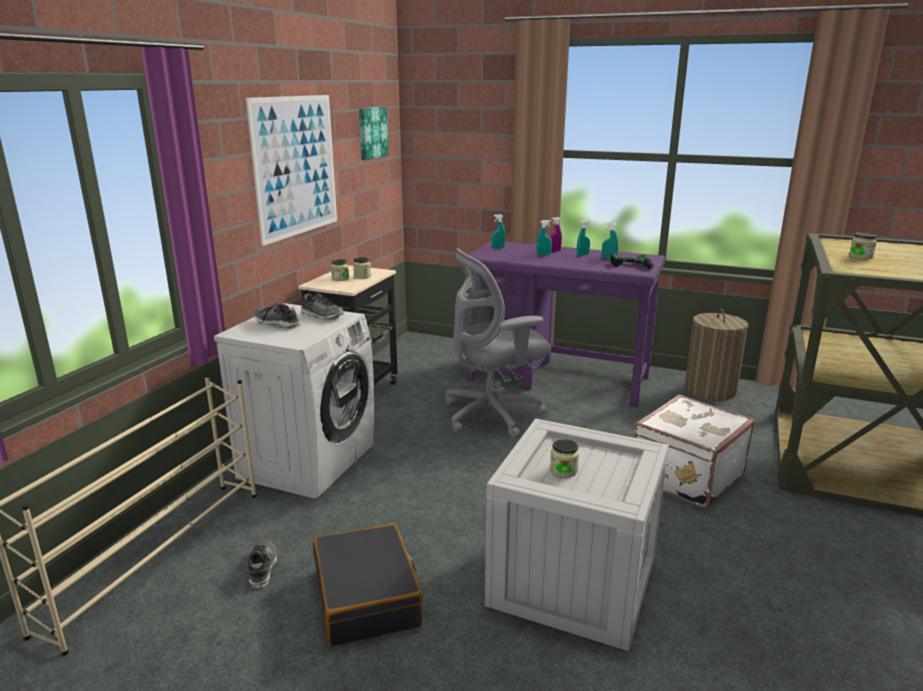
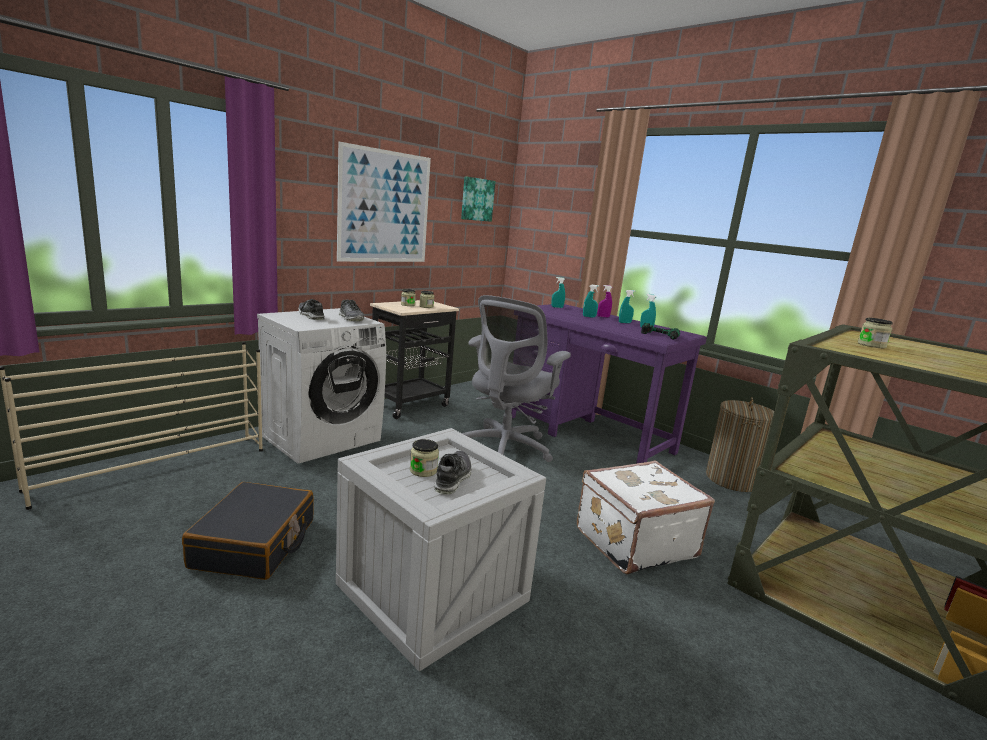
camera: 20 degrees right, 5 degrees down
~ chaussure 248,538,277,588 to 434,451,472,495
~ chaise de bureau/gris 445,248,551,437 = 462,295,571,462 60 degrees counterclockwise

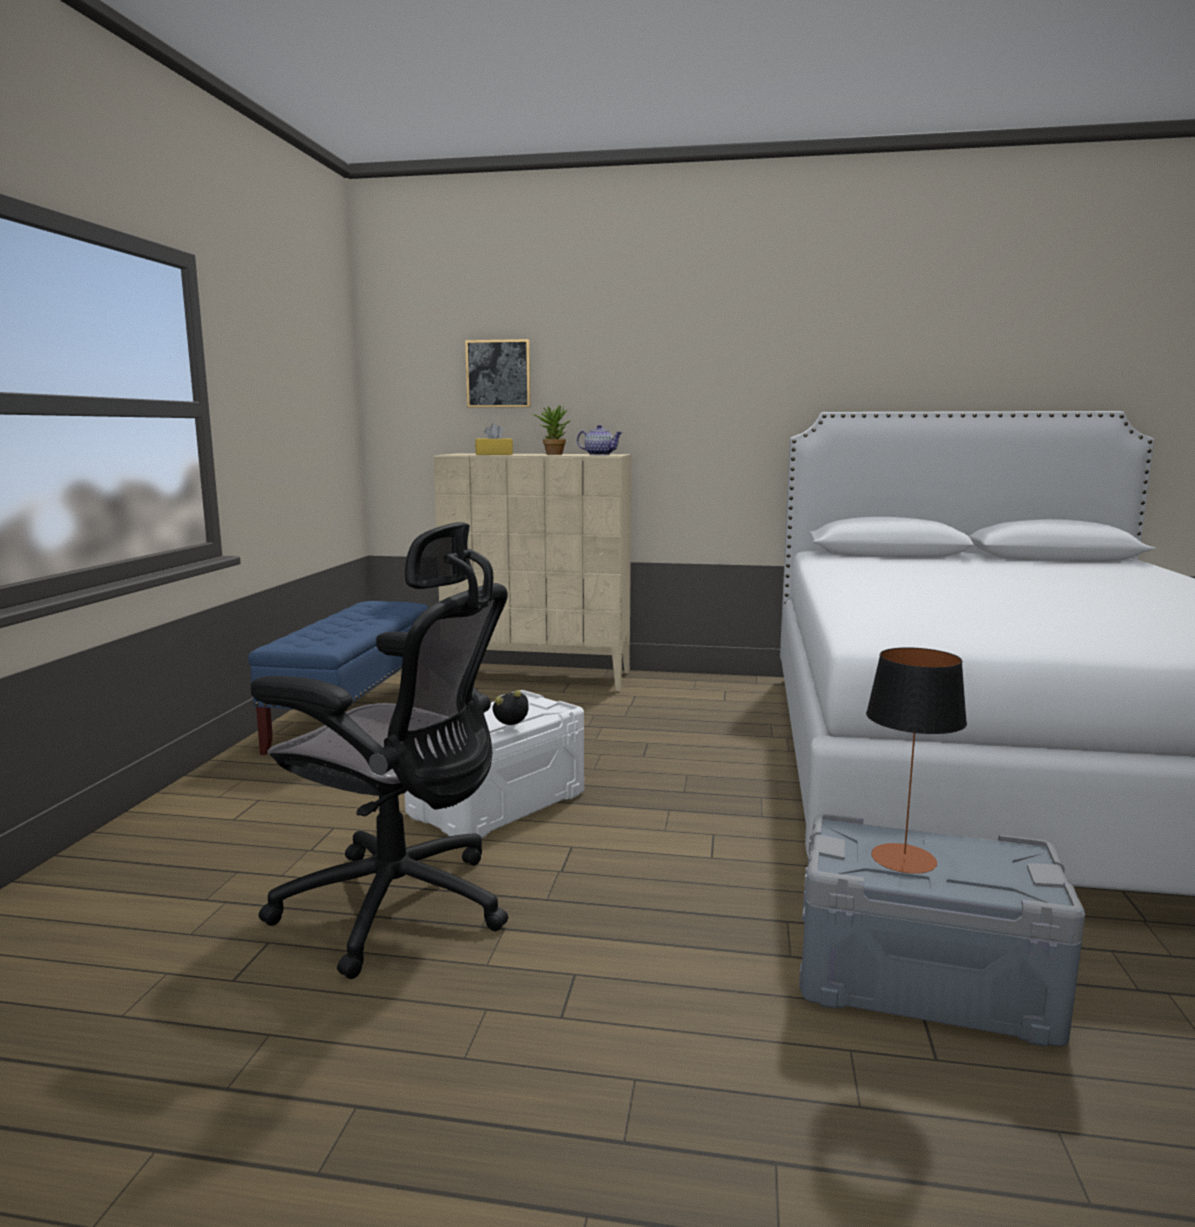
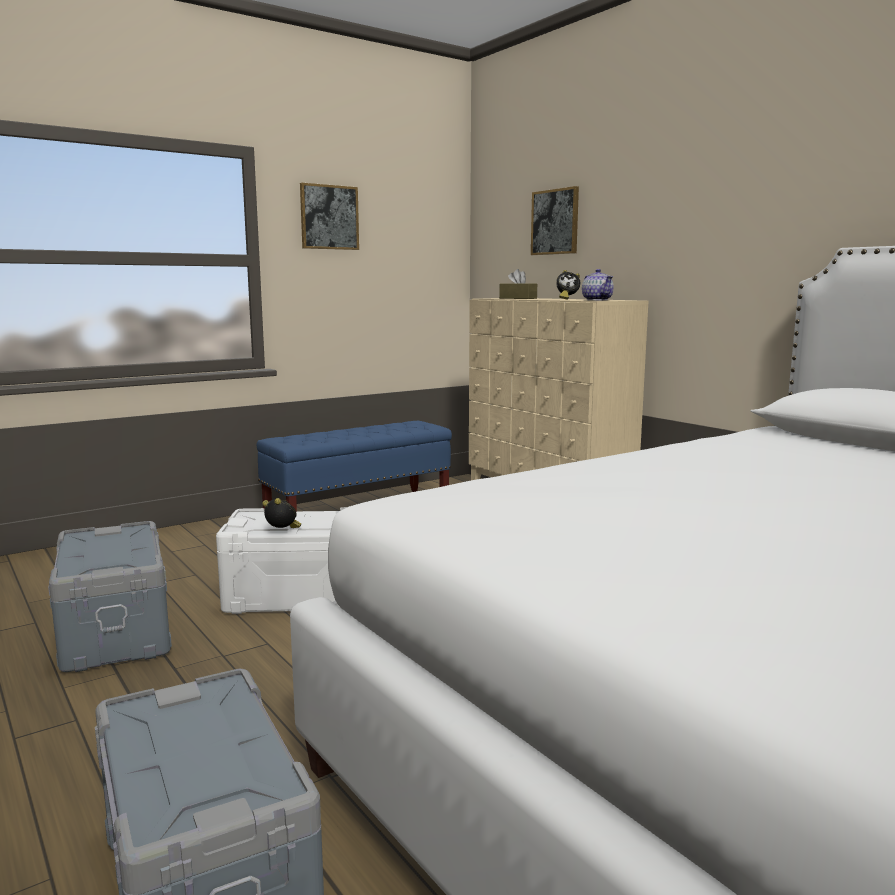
camera: 45 degrees right, 0 degrees up
~ chaise de bureau 251,522,508,979 to boîte de rangement/gris 48,521,172,672
+ tableau 300,183,359,250
~ boîte à mouchoirs/jaune 475,423,513,455 to boîte à mouchoirs/marron 499,269,537,299
~ plante en pot 533,405,571,455 to réveil 556,270,580,300
- lampe de table 866,647,967,874

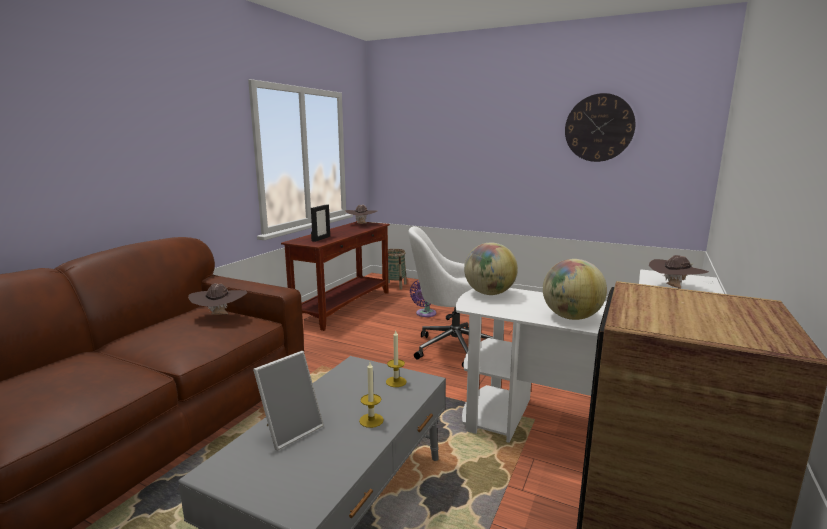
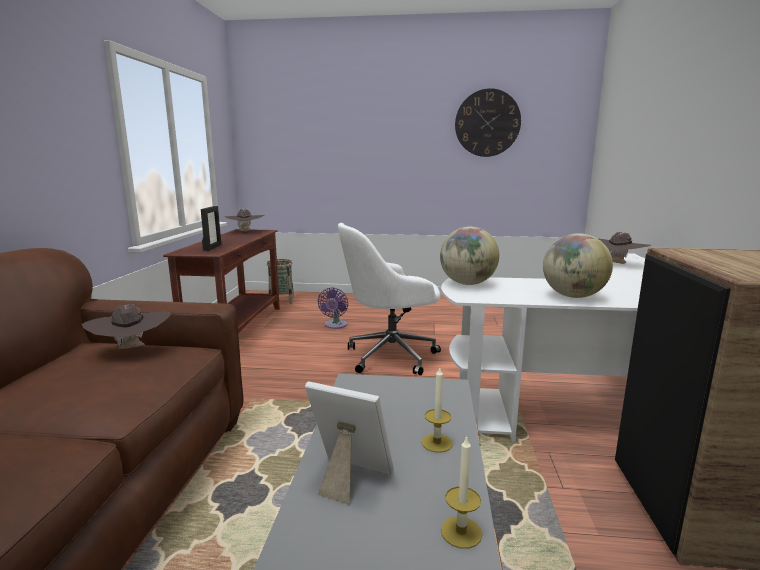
camera: 20 degrees left, 0 degrees up
~ cadre photo 253,351,324,451 = 305,381,394,505 90 degrees counterclockwise
~ bougie 386,331,407,387 to 441,435,482,549

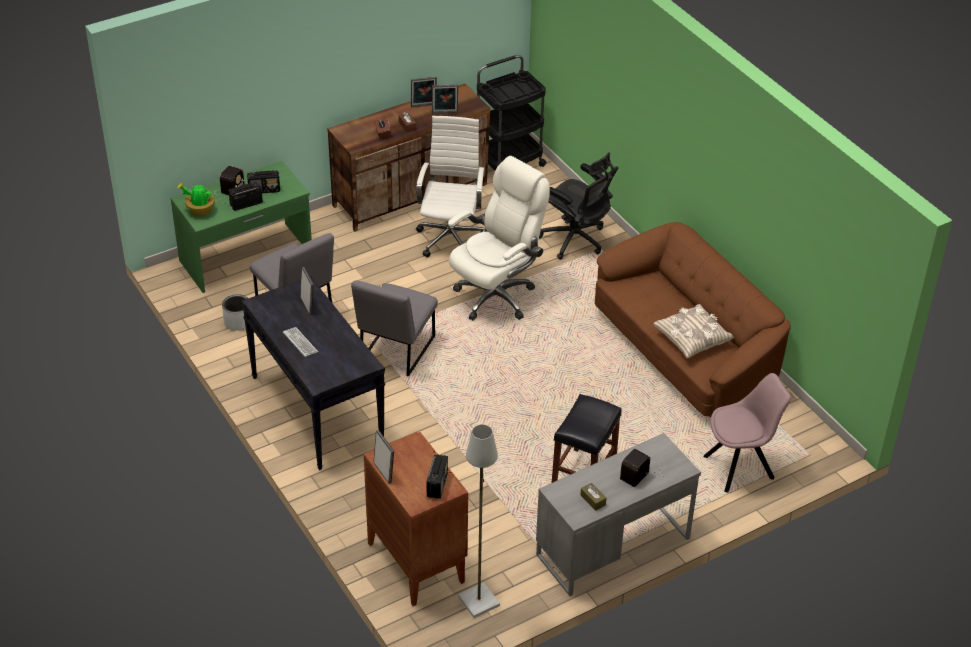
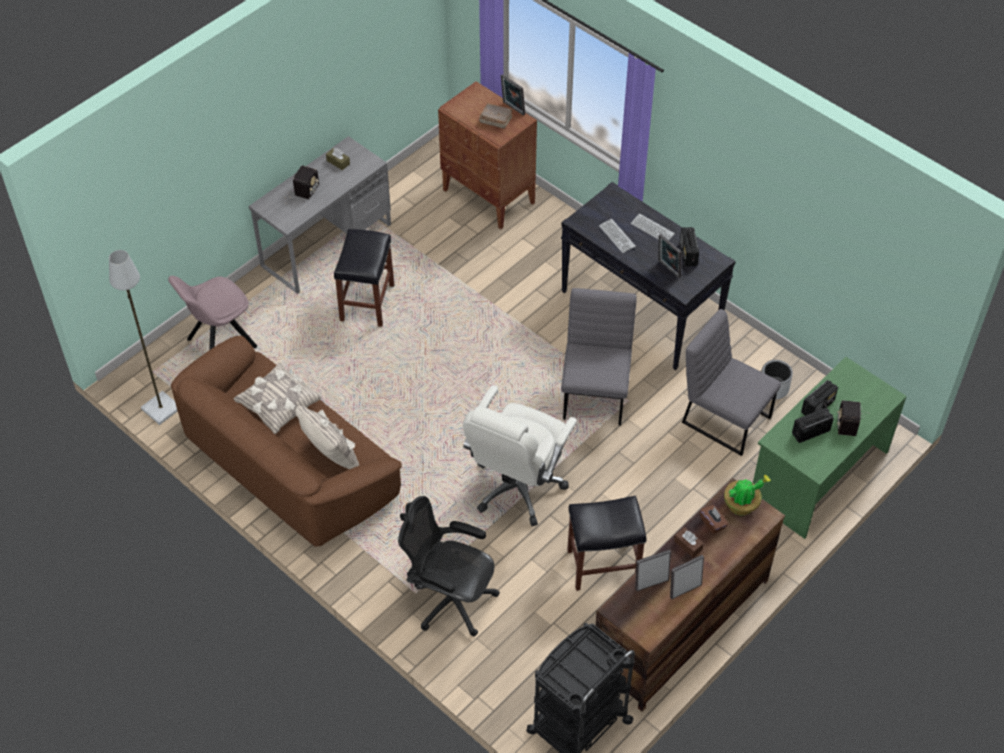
camera: 165 degrees right, 10 degrees up
~ lampadaire/gris 458,424,500,618 to 109,250,178,425
+ coussin/beige 295,406,359,469
+ livre/marron 479,103,513,129
~ chaise de bureau/blanc 416,116,484,258 to tabouret/noir 567,496,646,591
+ clavier 599,219,636,253
~ radio 427,454,448,499 to 680,227,699,267
~ plante en pot 177,183,215,217 to 724,475,770,515

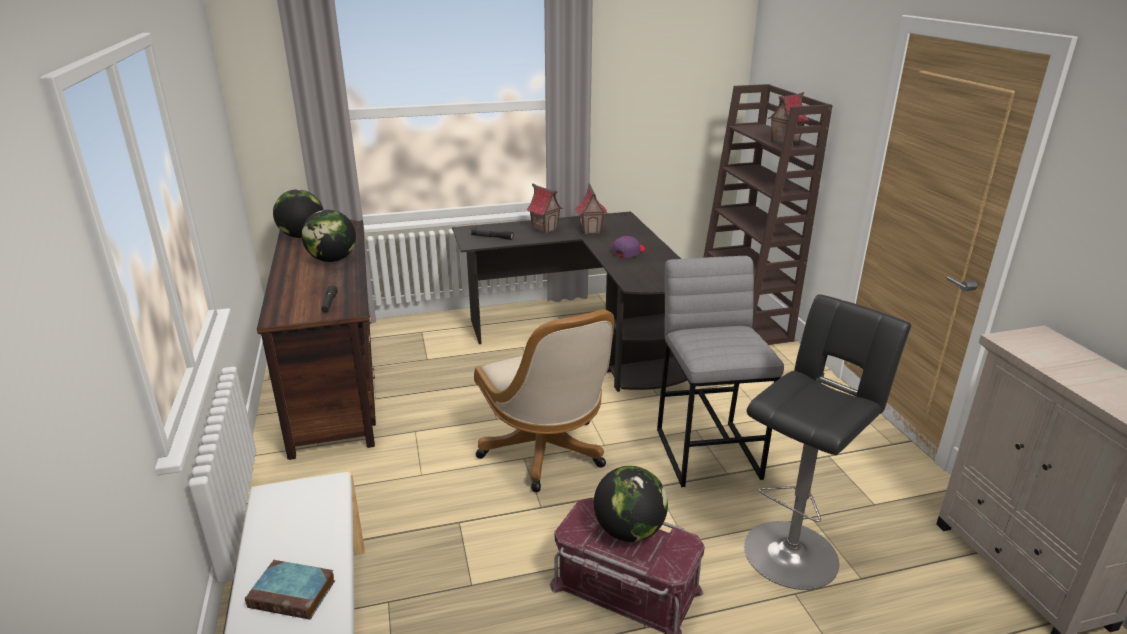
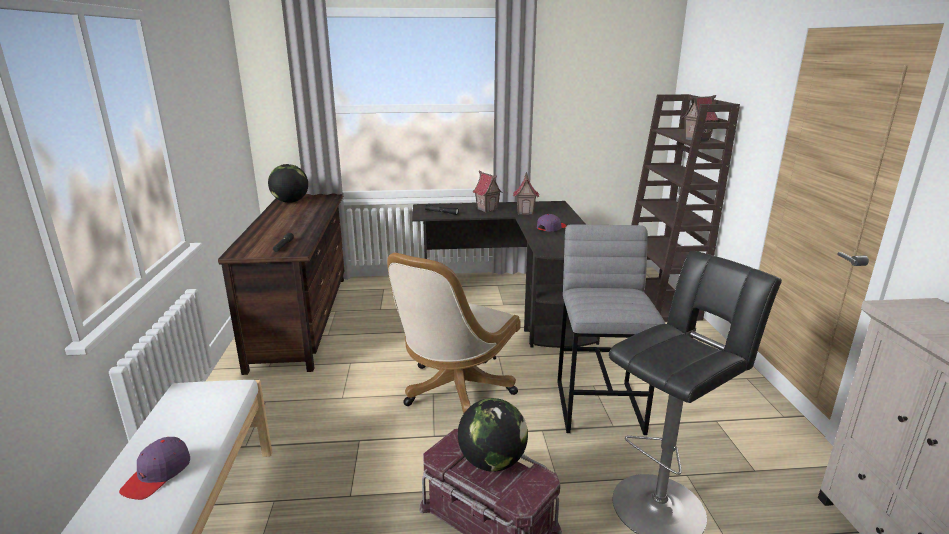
camera: 10 degrees right, 5 degrees down
~ livre 245,560,335,620 to casquette/violet 119,437,190,500
~ chaise de bureau 474,309,614,492 = 387,253,521,413 45 degrees clockwise
- globe 301,210,356,262

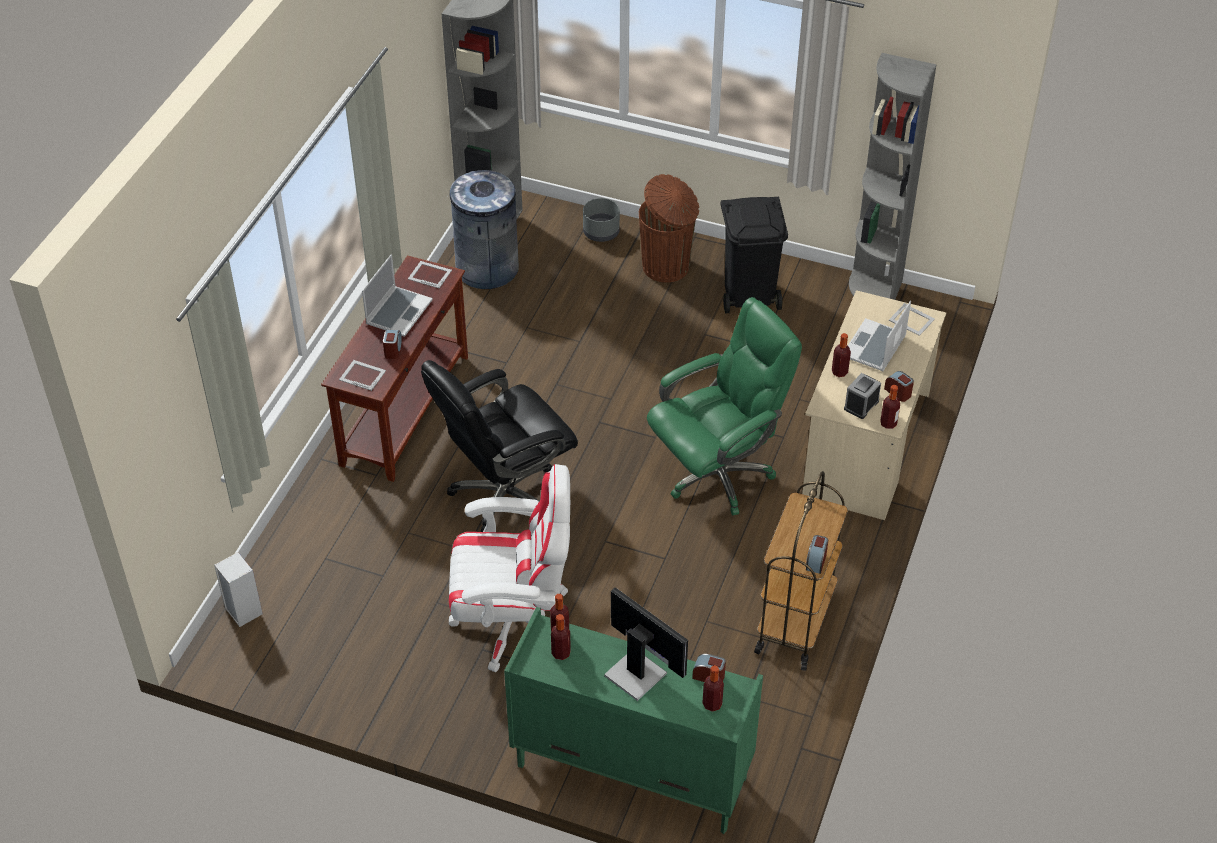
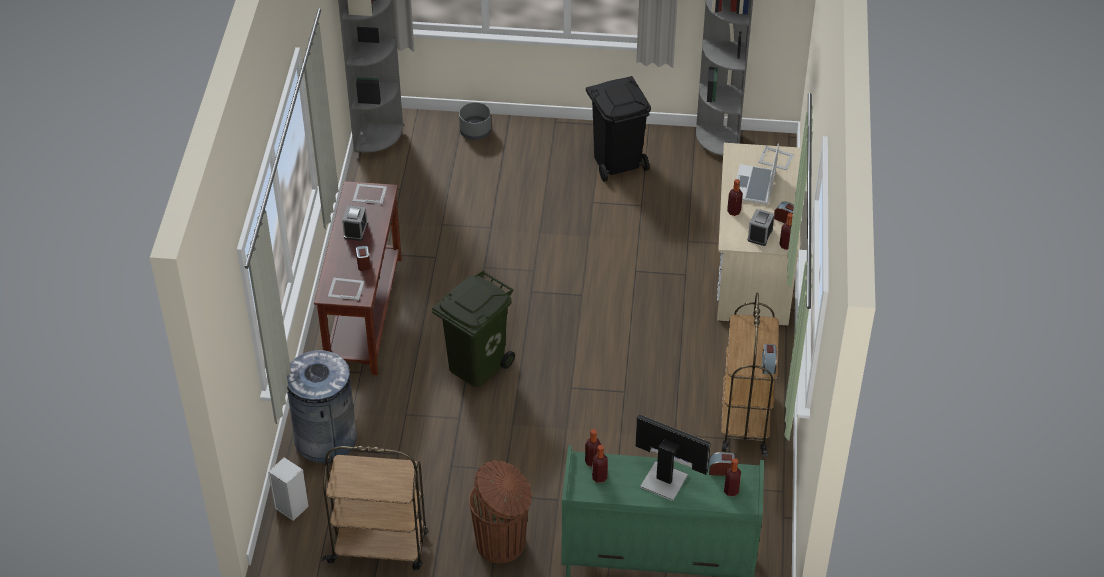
camera: 15 degrees left, 0 degrees up
~ poubelle/gris 447,170,519,289 to 287,350,357,463
+ chariot/marron 322,446,428,570
~ ordinateur portable 362,254,433,337 to réveil 342,205,368,241
~ chaise de bureau/noir 421,360,578,532 to poubelle/vert 432,271,515,387
~ poubelle/marron 639,174,699,283 to 469,460,532,563
- chaise de bureau/blanc 449,464,570,672
- chaise de bureau/vert 647,297,802,515

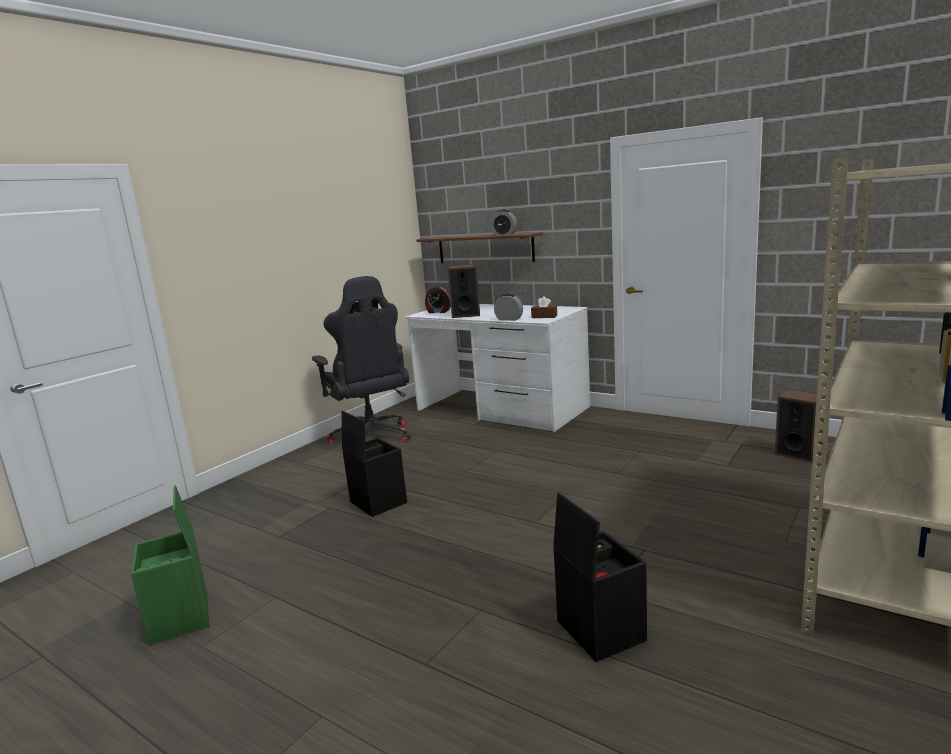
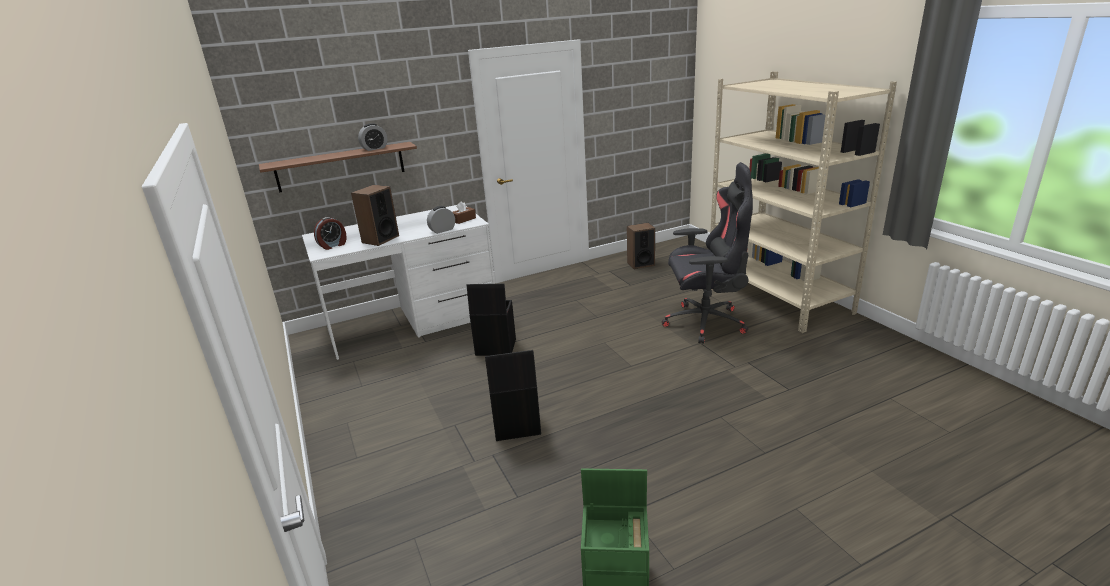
camera: 60 degrees left, 10 degrees up
~ boîte de rangement/noir 553,492,647,662 to 466,284,516,356
~ chaise de bureau/noir 312,276,411,444 to 662,162,753,344

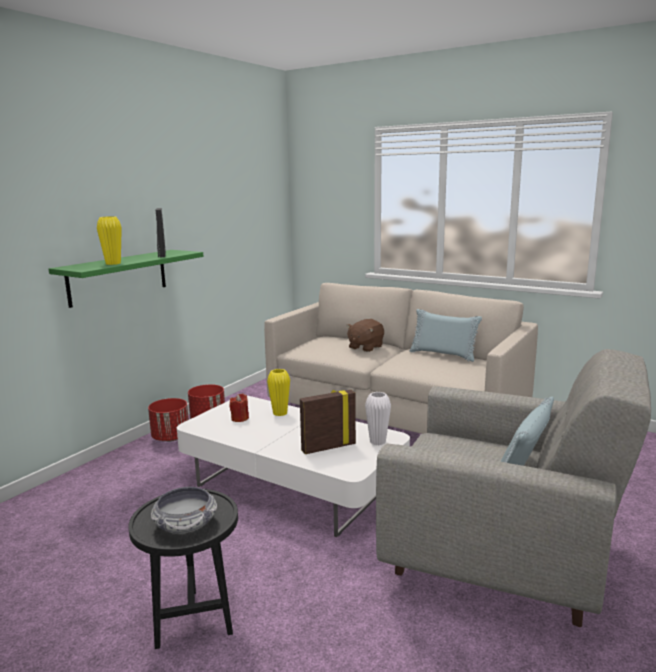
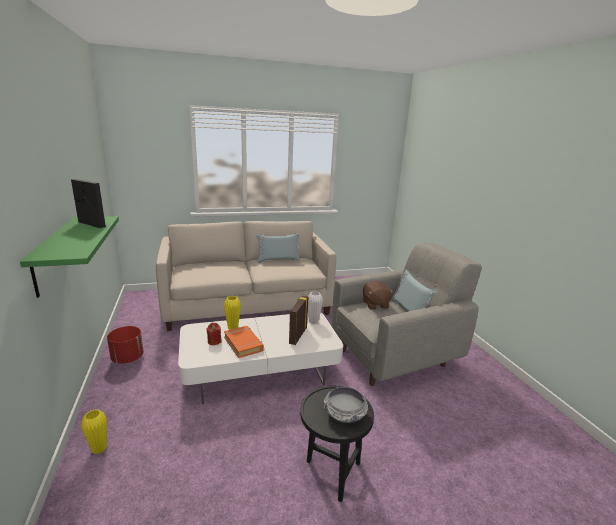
camera: 50 degrees left, 5 degrees up
~ vase/jaune 97,216,122,265 to 81,409,107,454
+ livre/orange 224,326,263,358
~ peluche/marron 346,319,384,352 to 363,281,394,310
- cache-pot/rouge 148,398,189,442

